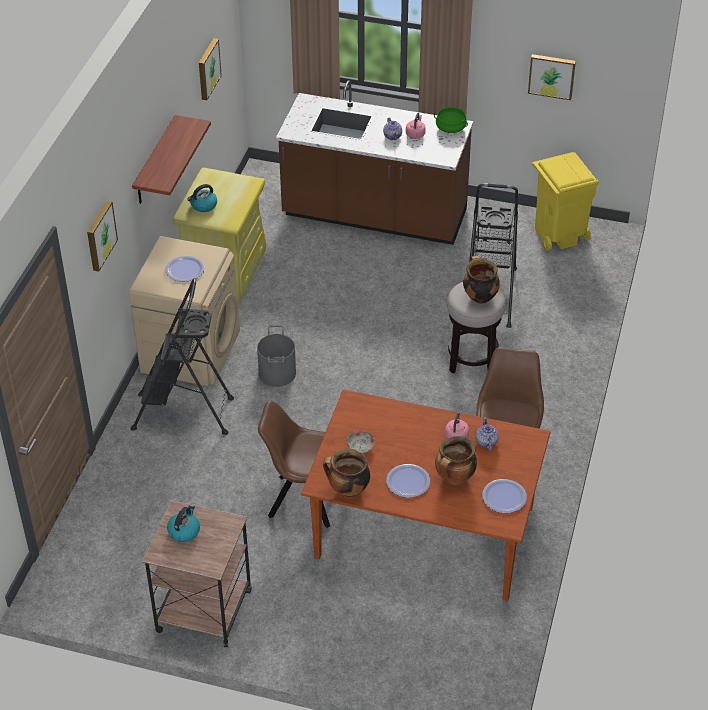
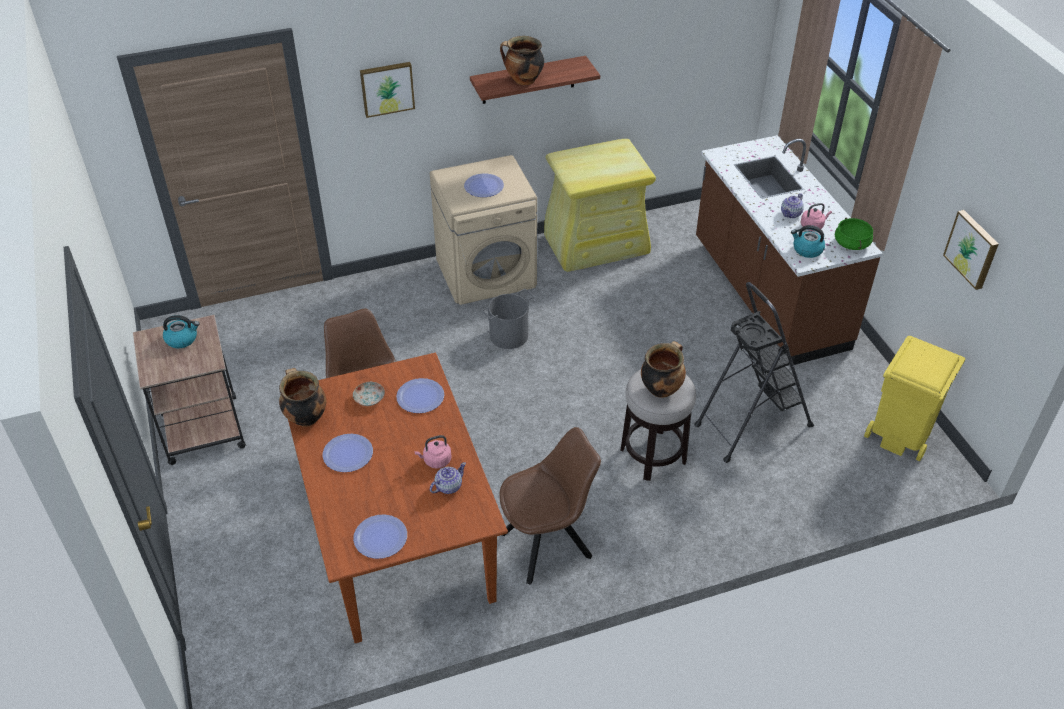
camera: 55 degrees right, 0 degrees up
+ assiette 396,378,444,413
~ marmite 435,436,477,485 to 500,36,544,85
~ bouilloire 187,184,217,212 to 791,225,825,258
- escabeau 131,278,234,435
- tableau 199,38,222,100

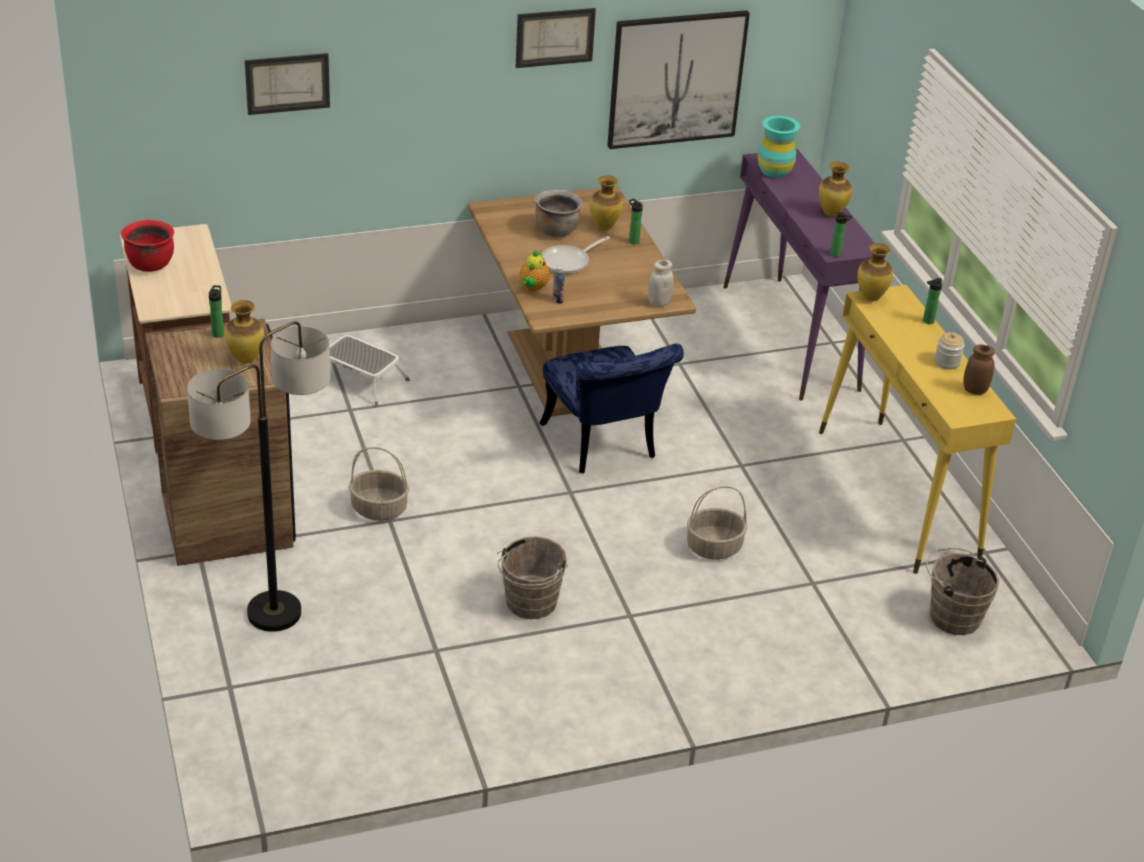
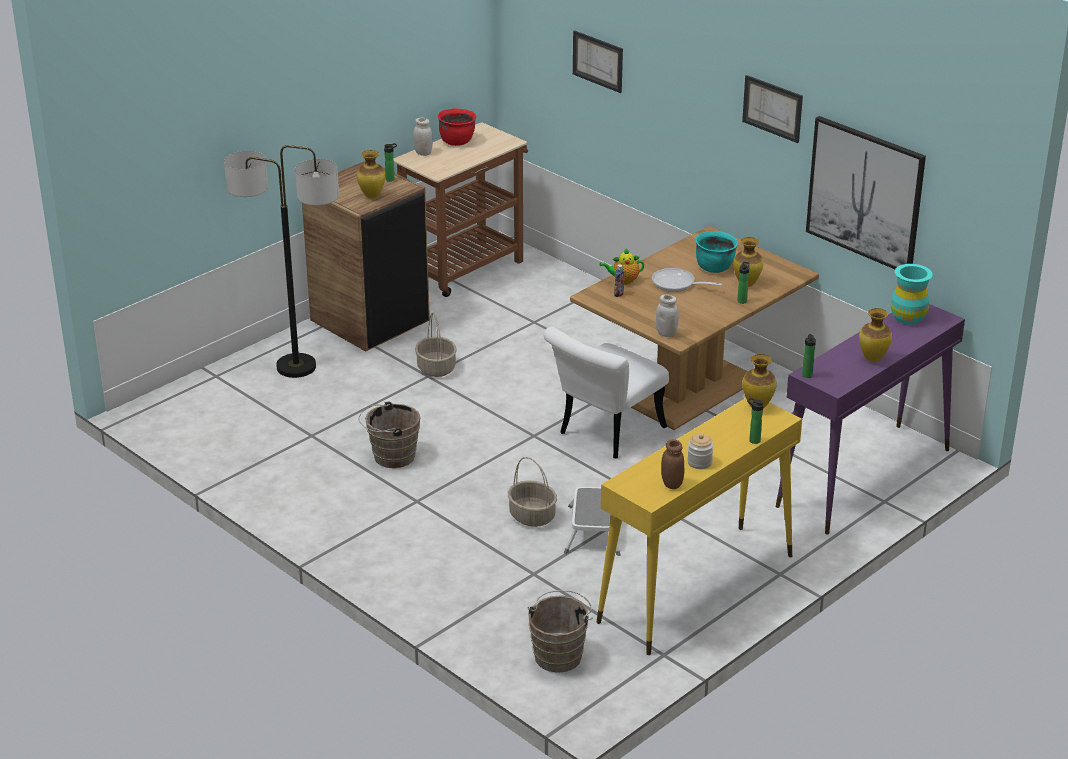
camera: 65 degrees right, 5 degrees down
+ bocal/blanc 413,118,433,156
~ chaise/bleu 539,343,684,474 to chaise/blanc 544,327,669,459
~ escabeau/gris 330,335,410,407 to 564,487,621,556
~ marmite/marron 535,190,582,237 to marmite/turquoise 695,231,738,273

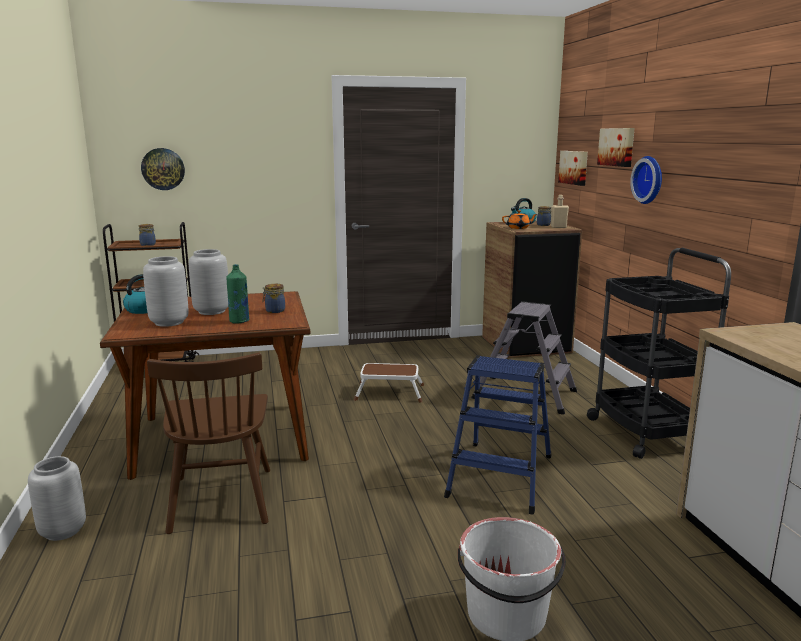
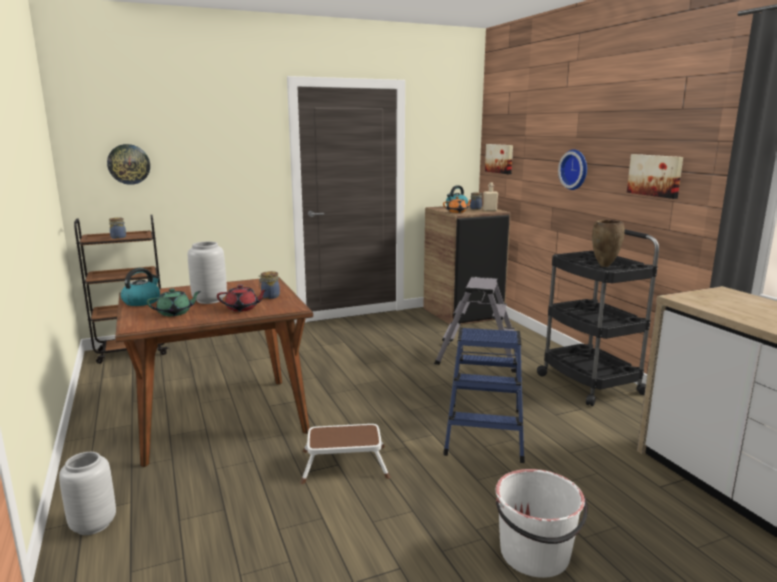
camera: 10 degrees left, 0 degrees up
~ vase/gris 143,256,189,327 to théière/vert 147,289,201,316
~ bouteille/vert 226,264,249,324 to théière/rouge 217,285,268,312
~ escabeau/marron 354,363,424,403 to 300,424,391,484
+ vase/marron 592,220,625,267
~ tableau 597,128,635,167 to 627,154,683,199
- chaise/marron 147,352,270,534

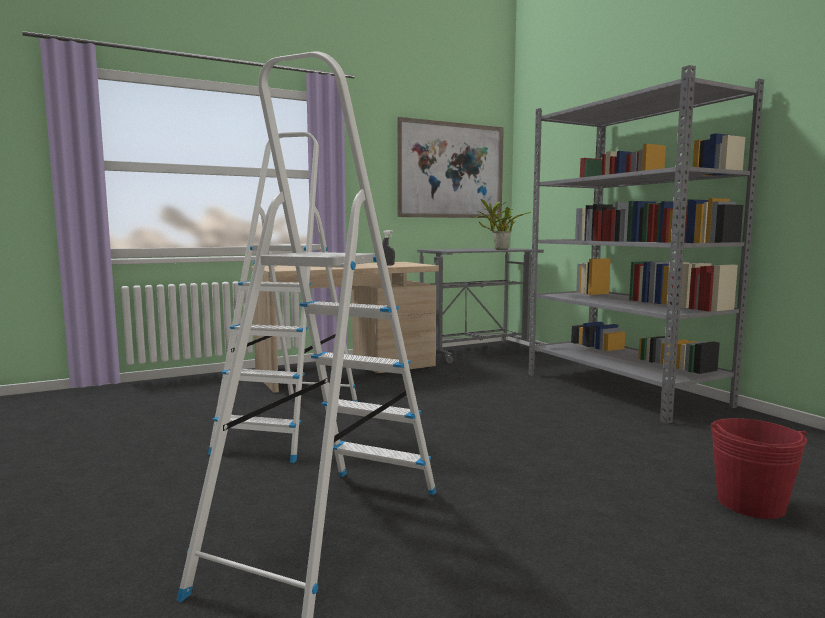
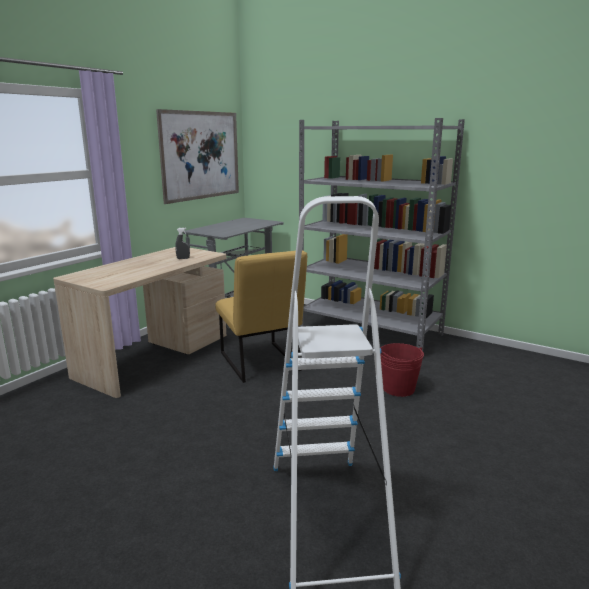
camera: 30 degrees left, 10 degrees up
+ chaise/jaune 215,251,307,383
~ seau/rouge 711,418,807,519 to 380,343,424,397
- escabeau/blanc 208,132,358,463
- plante en pot 475,199,531,250

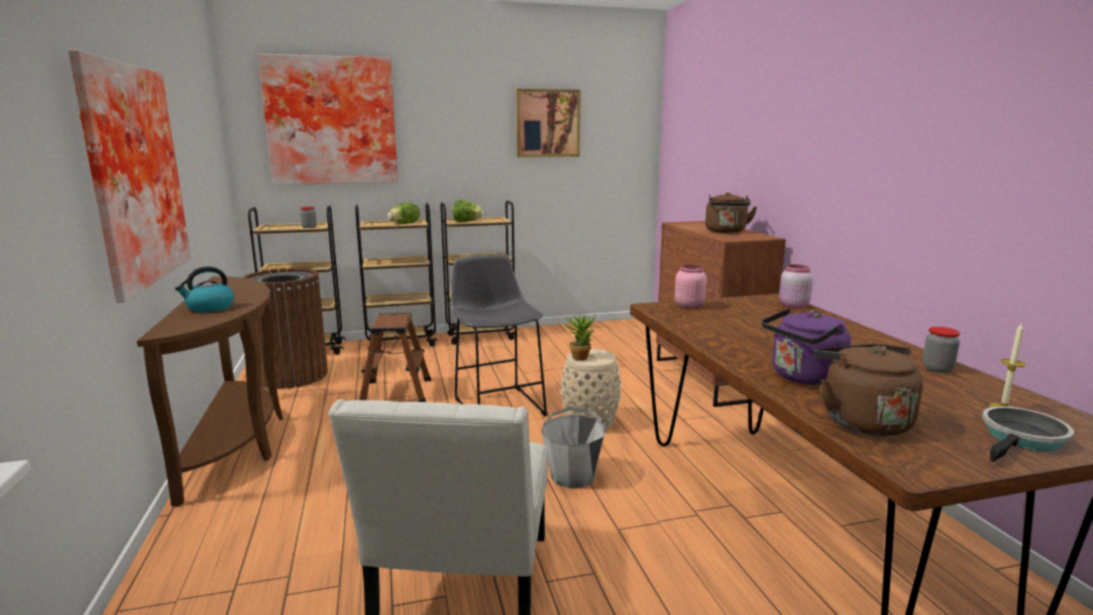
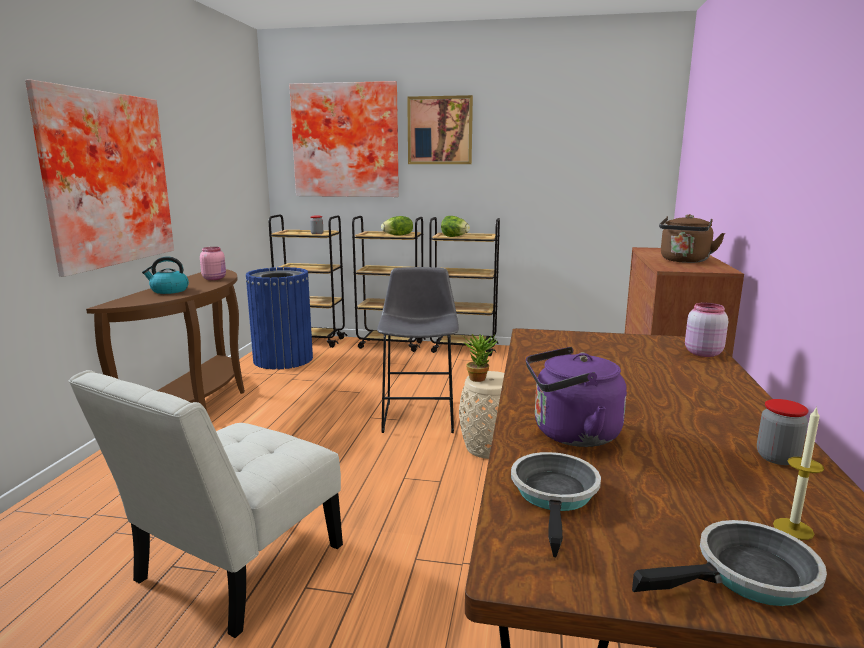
camera: 25 degrees right, 0 degrees up
~ bocal/rose 675,265,707,309 to 200,247,226,280
~ poubelle/marron 243,268,328,389 to poubelle/bleu 246,267,313,369
~ tableau 516,89,581,157 to 407,95,473,164
~ bouilloire/marron 814,344,923,436 to poêle 511,452,601,557
- escabeau/marron 360,313,431,402
- seau/gris 541,407,606,488

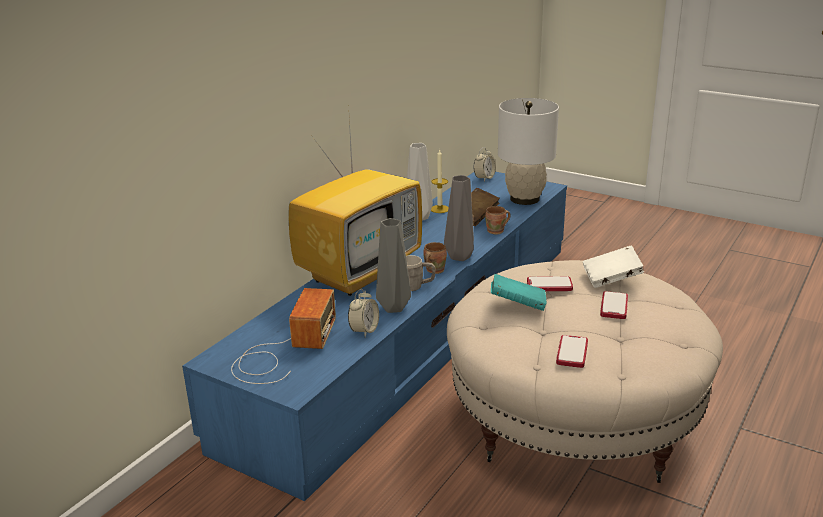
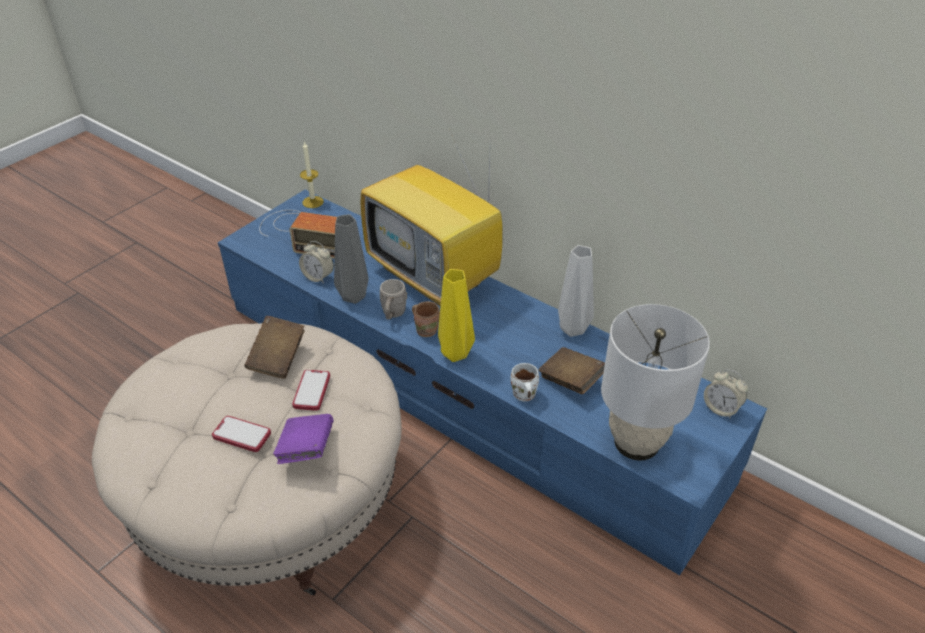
camera: 95 degrees right, 15 degrees up
~ livre/turquoise 491,274,547,311 to livre/marron 244,316,305,379
~ livre/blanc 583,246,644,288 to livre/violet 273,414,334,464
~ bougie 431,150,448,213 to 300,141,324,208
~ vase/gris 444,175,474,261 to vase/jaune 438,269,475,362
~ mug/marron 485,206,511,235 to mug/blanc 510,363,539,402
- téléphone 556,335,588,368

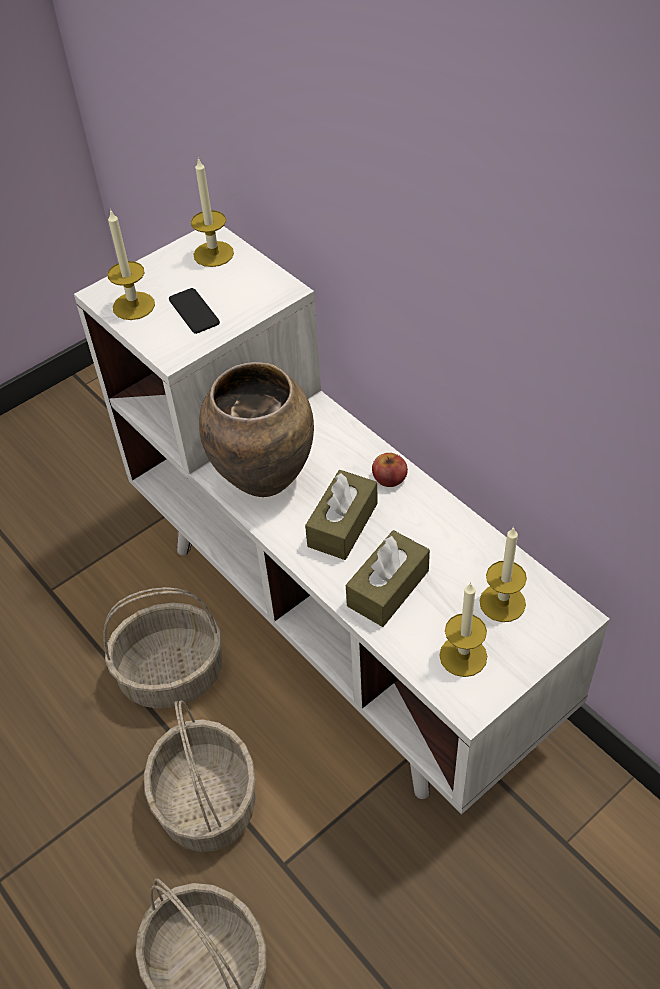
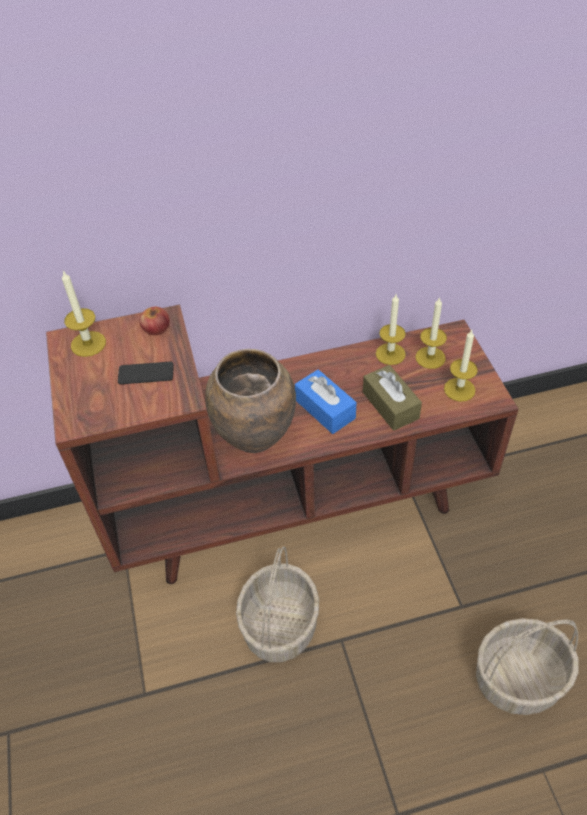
camera: 65 degrees left, 0 degrees up
~ meuble télé/blanc 74,226,610,815 to meuble télé/marron 46,304,519,584
~ pomme 372,453,408,487 to 140,307,170,335
~ boîte à mouchoirs/marron 305,470,378,560 to boîte à mouchoirs/bleu 295,369,357,434
~ bougie 107,209,155,320 to 376,294,406,365
- panier 144,701,256,852

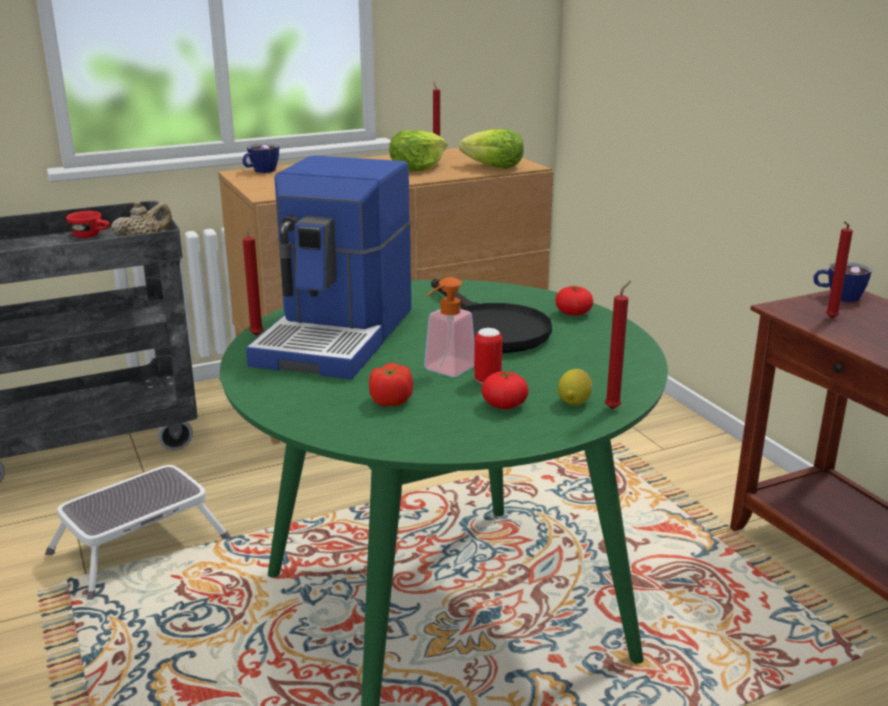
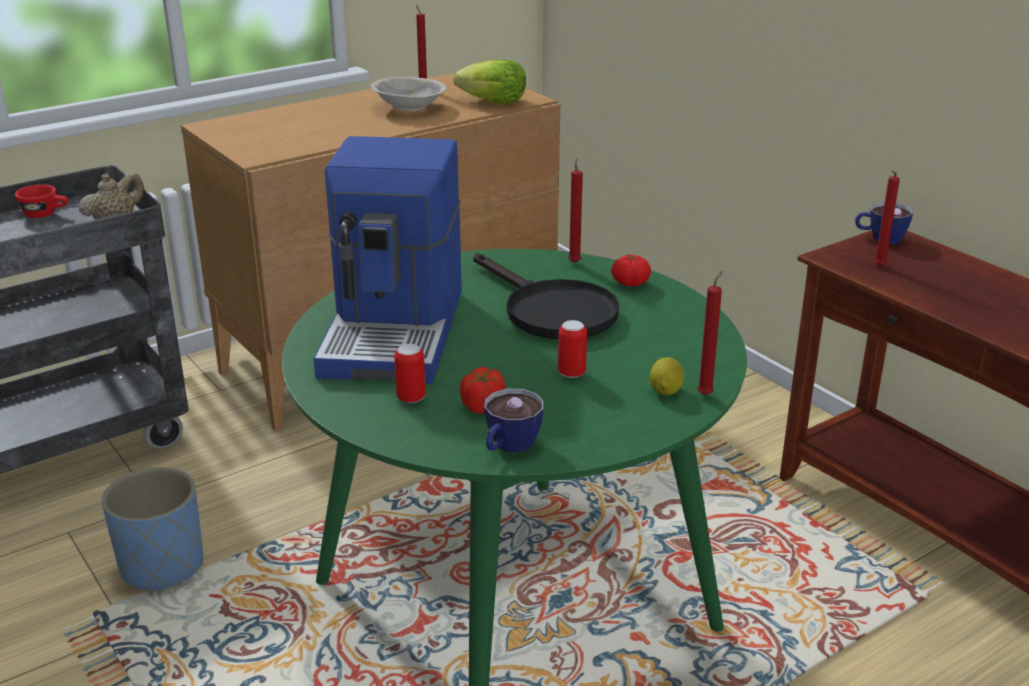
camera: 10 degrees left, 5 degrees up
~ escabeau/gris 45,465,231,600 to cache-pot/bleu 102,467,203,591
~ laitue 389,130,447,171 to bol/beige 371,77,447,111
+ boîte métallique 394,344,426,403
~ tasse 242,143,279,173 to 484,388,544,452
~ bougie/rouge 243,224,264,336 to 568,158,583,263
- distributeur de savon 424,277,475,377
- tomate 482,371,529,409

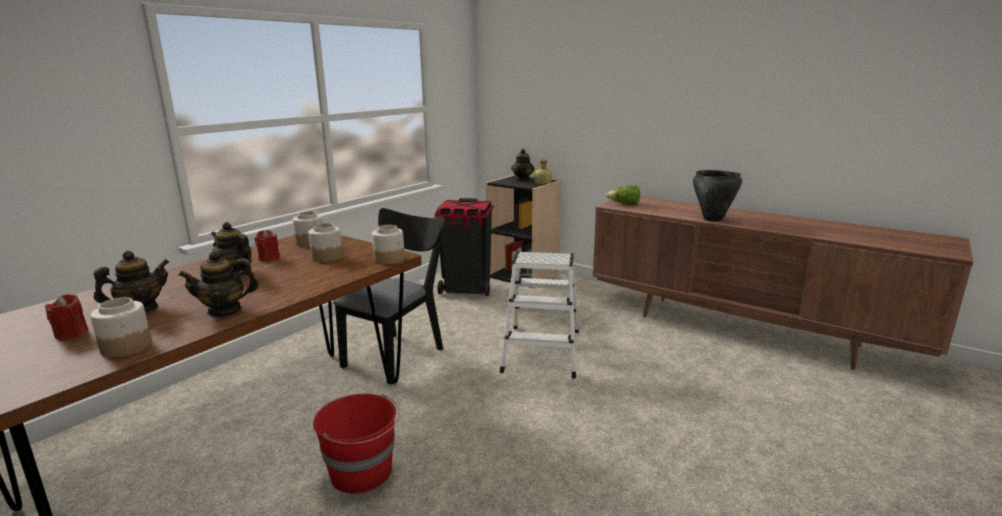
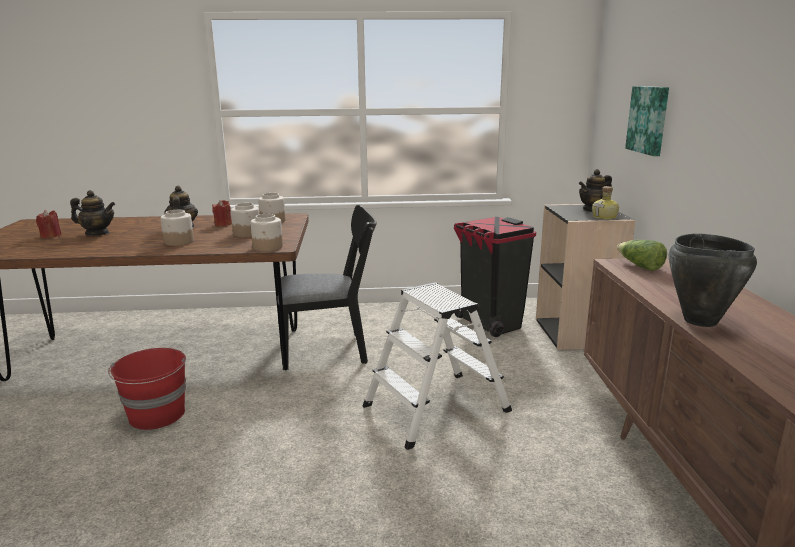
camera: 50 degrees right, 0 degrees up
~ bocal 90,298,152,358 to 160,210,194,246
+ tableau 625,86,669,156
- théière 178,251,259,317

